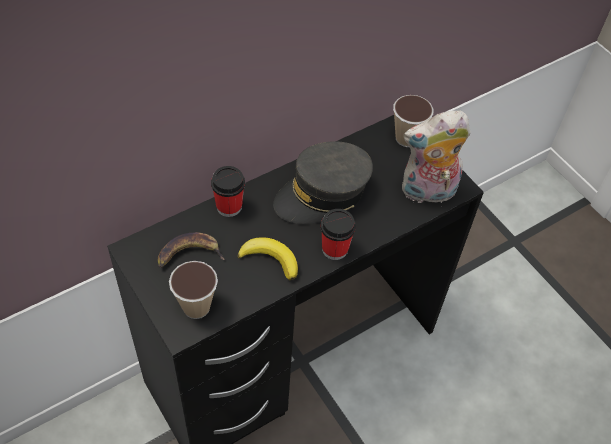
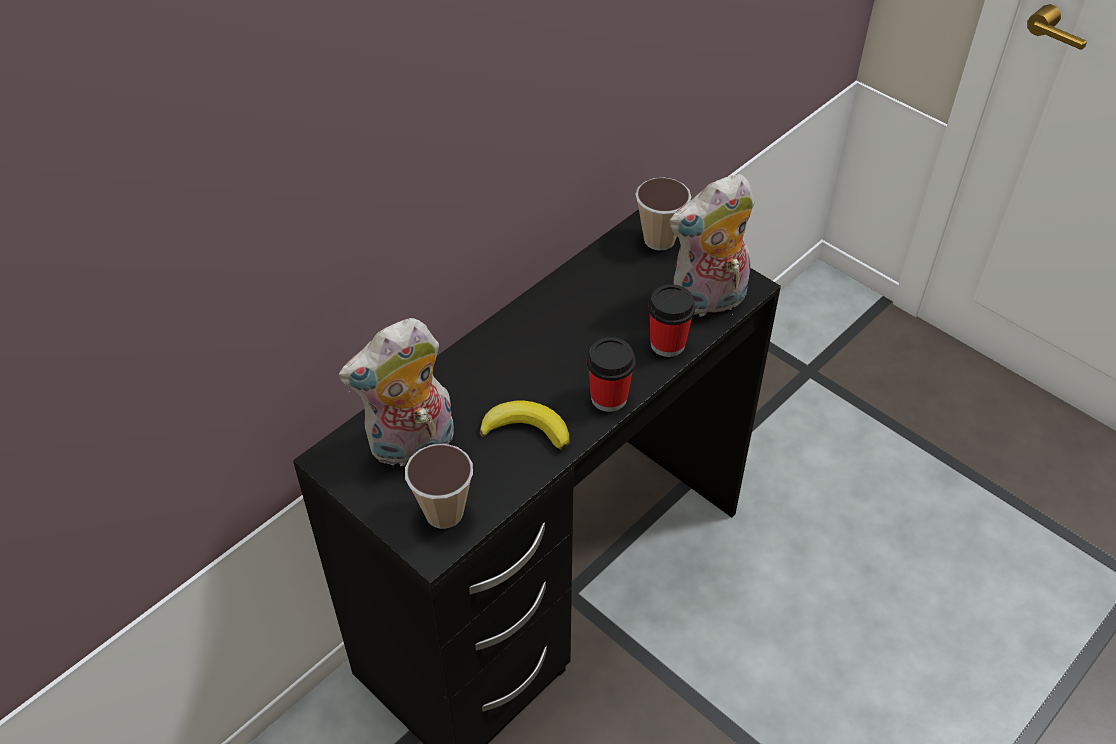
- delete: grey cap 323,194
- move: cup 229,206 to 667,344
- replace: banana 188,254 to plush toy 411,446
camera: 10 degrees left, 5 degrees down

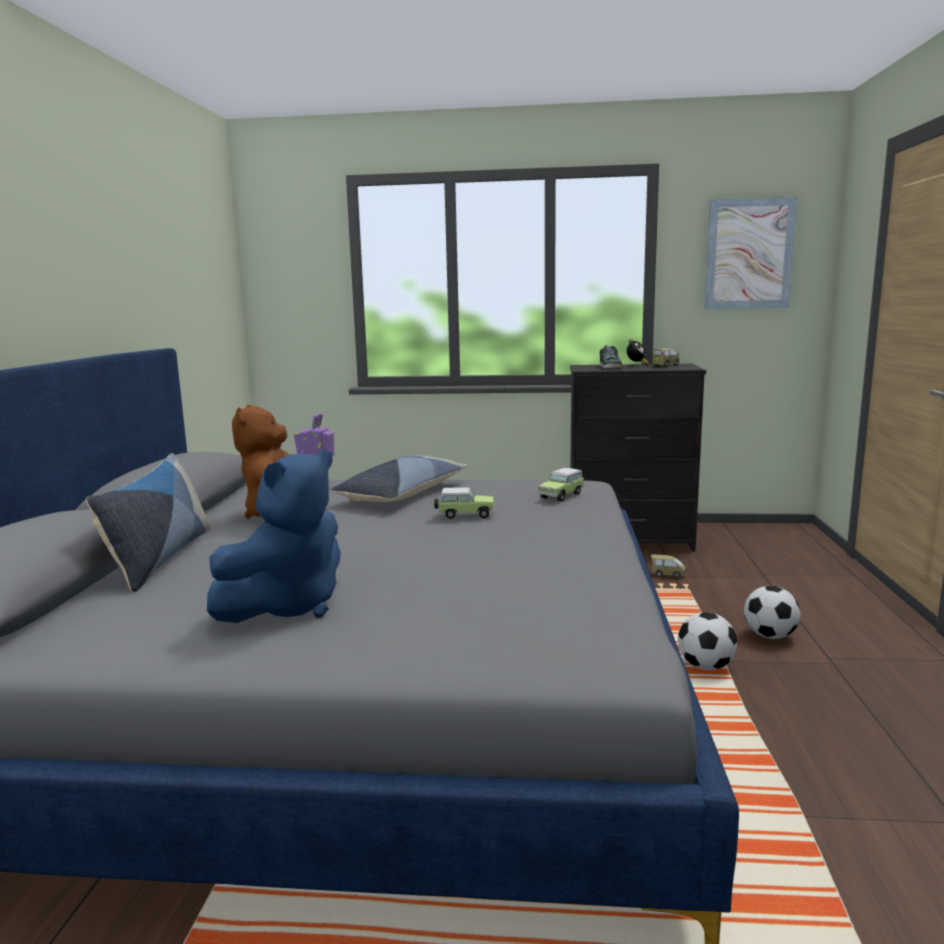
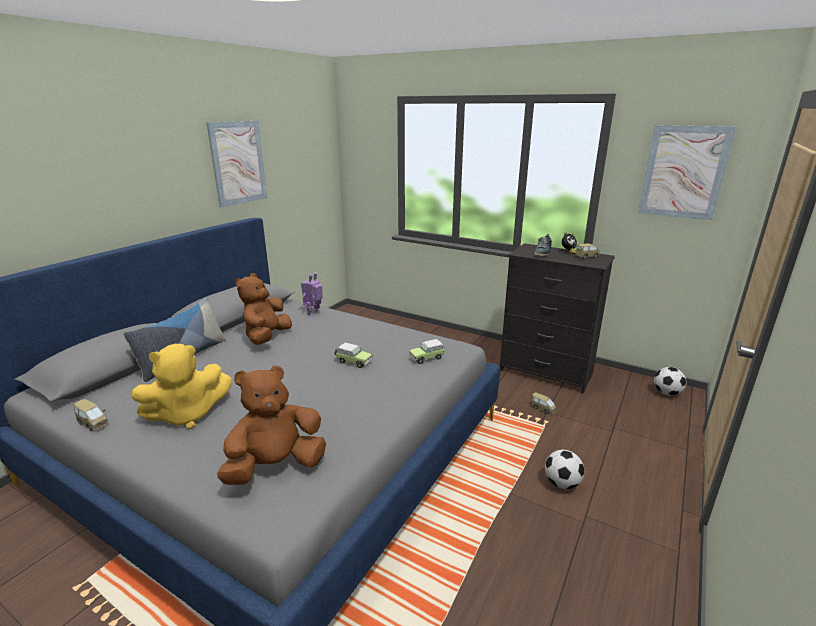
- delete: pillow 402,494
- insert: toy car 93,423
- insert: picture 238,163
- insert: brown plush toy 276,466
- move: football 705,666 to 667,393
- recolor: blue plush toy 288,606 to yellow plush toy 187,415
camera: 25 degrees right, 10 degrees up

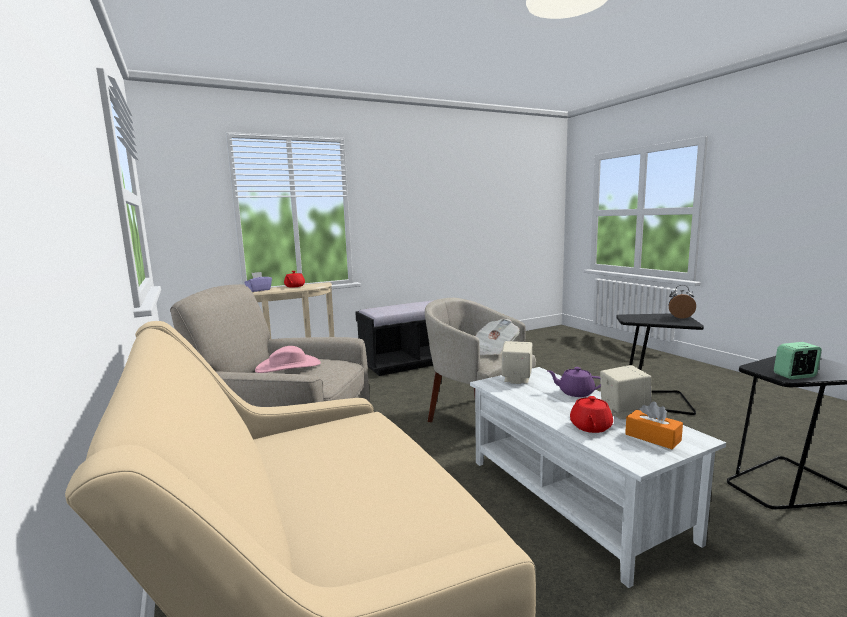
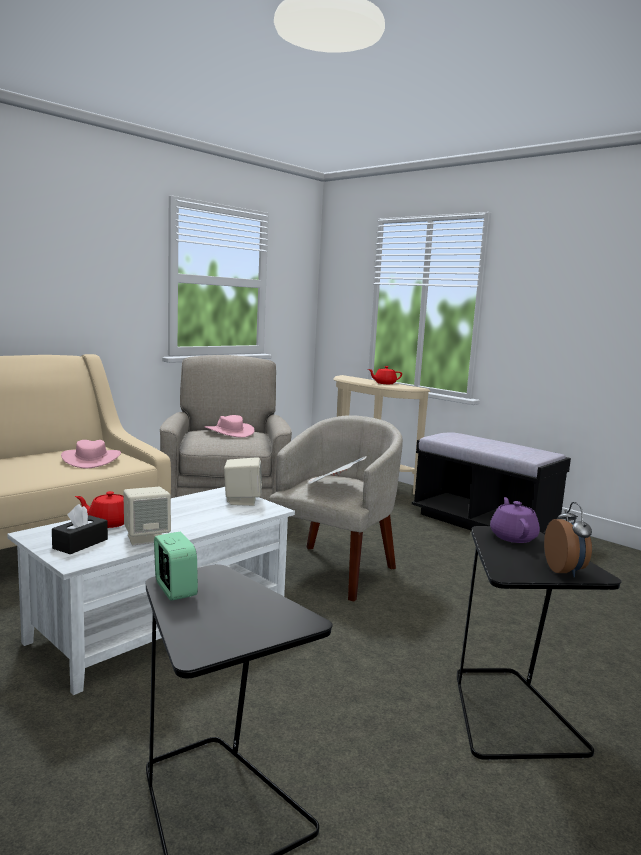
- delete: purple tissue box 259,290
- insert: pink hat 91,459
- move: purple teapot 575,392 to 513,537
- recolor: orange tissue box 652,437 to black tissue box 80,544
camera: 70 degrees right, 0 degrees up

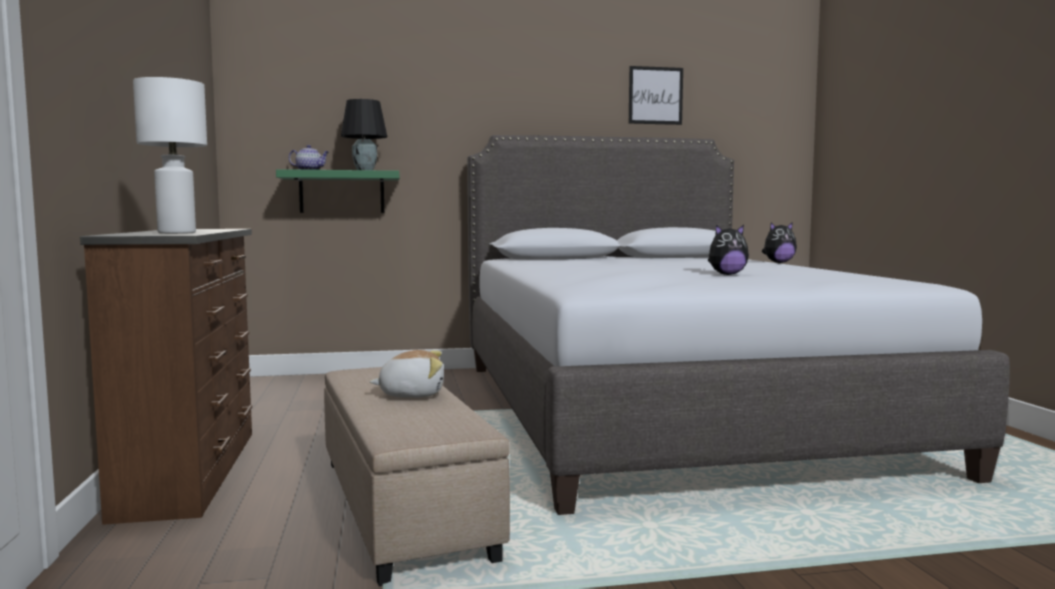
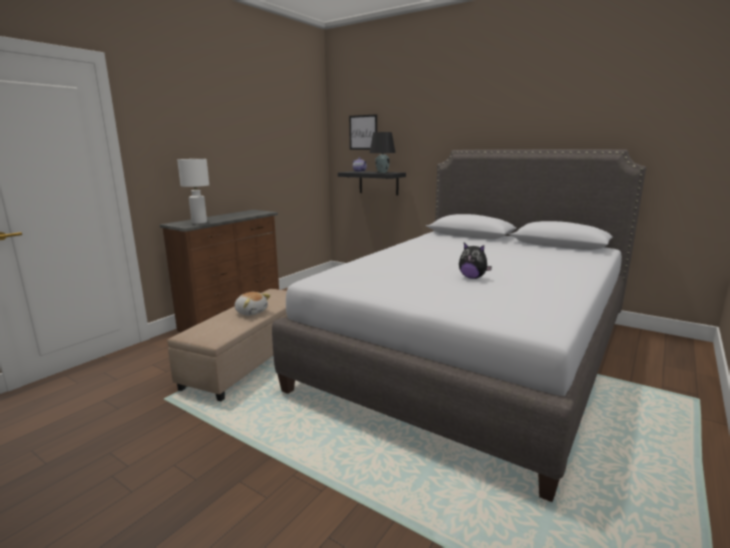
- delete: plush toy 778,262
- move: picture 655,95 to 363,132
- recolor: green shelf 342,192 to black shelf 378,183
camera: 45 degrees right, 10 degrees up

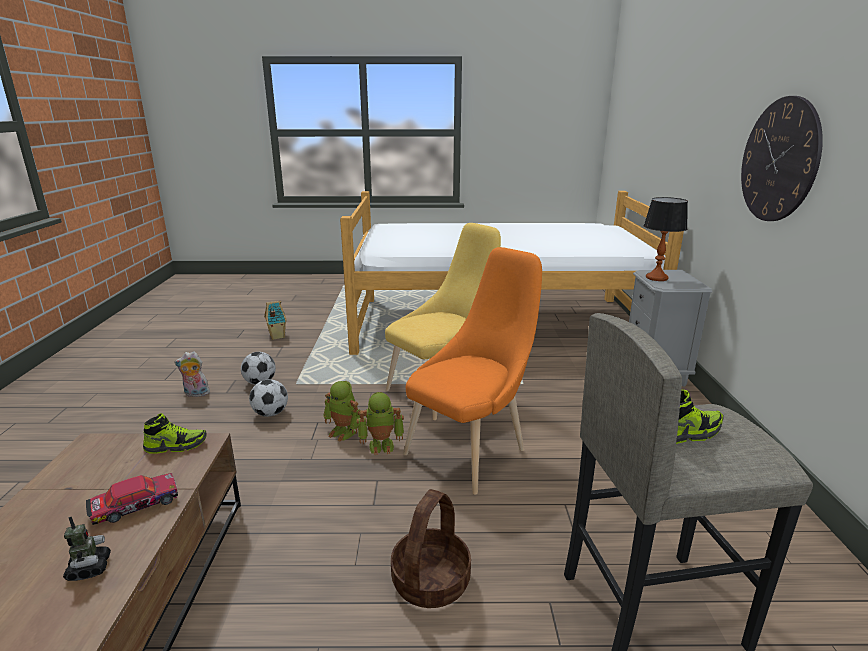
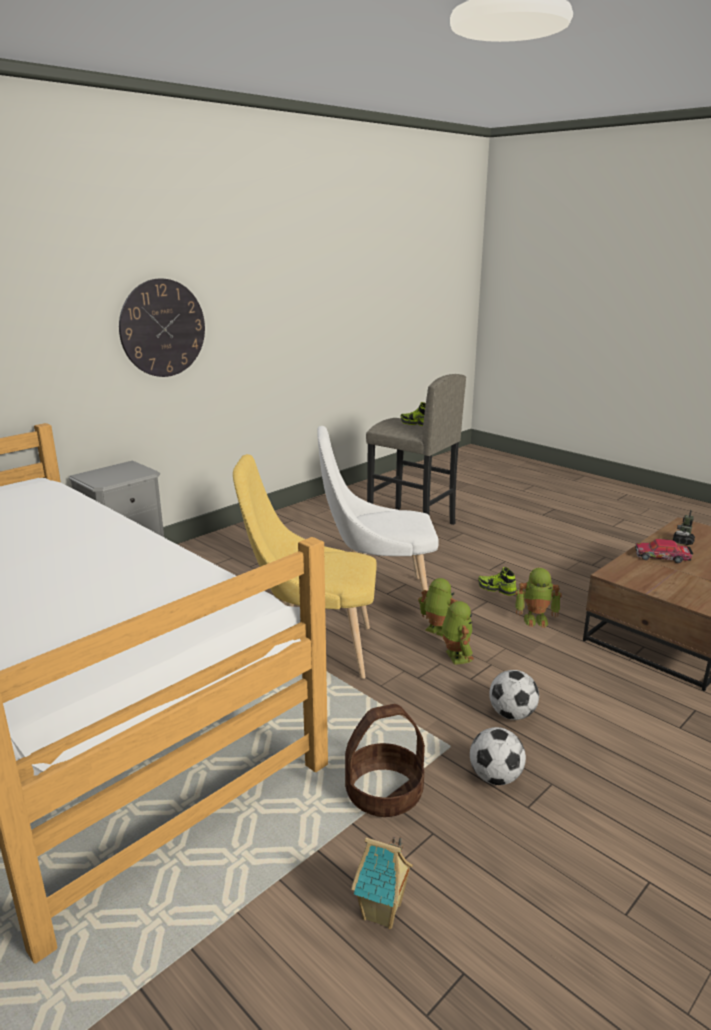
- delete: plush toy 196,394
- delete: table lamp 657,278
- insert: toy robot 536,619
- move: shoe 176,446 to 497,589
- move: basket 431,581 to 384,792
- recolor: orange chair 471,449 to white chair 378,598
camera: 135 degrees left, 0 degrees up

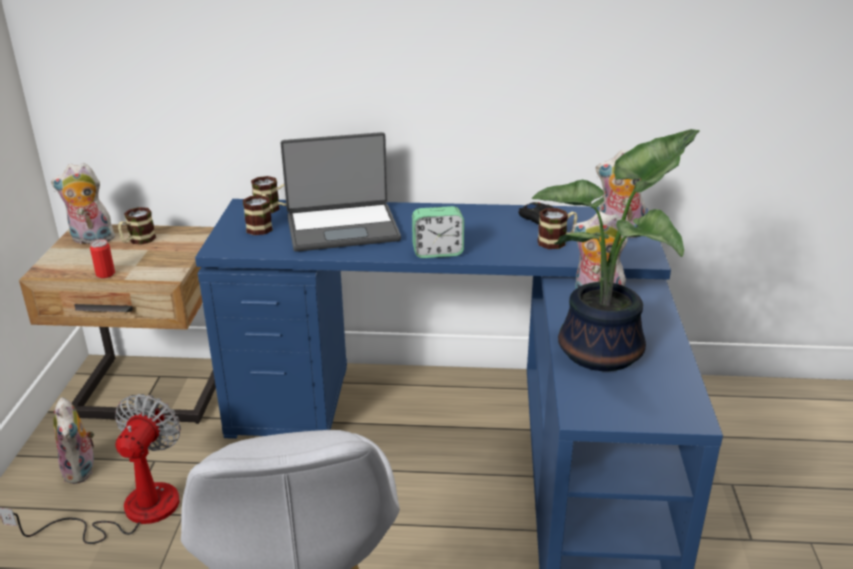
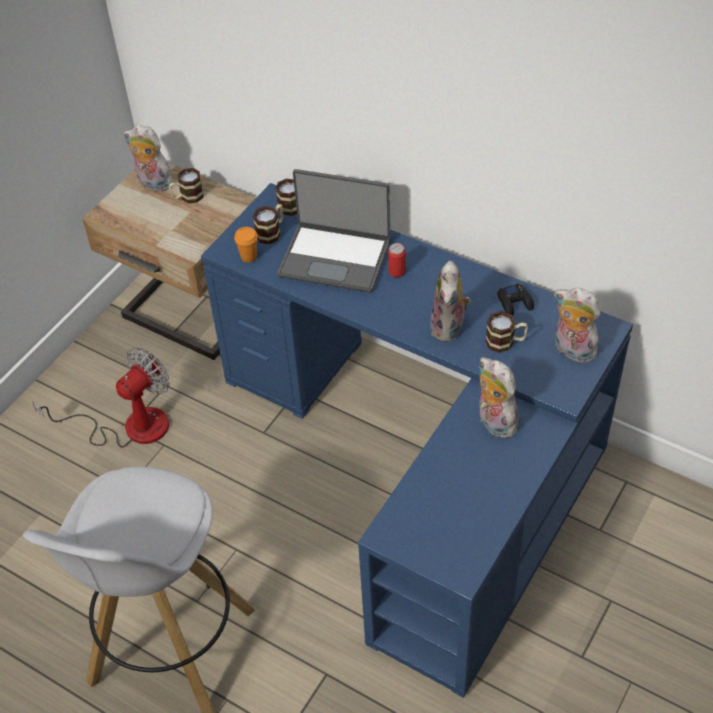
- delete: alarm clock 437,252
- delete: potted plant 606,352
- insert: orange cup 248,257
- move: plush toy 82,470 to 449,328
- move: can 105,274 to 397,271
camera: 30 degrees right, 20 degrees up

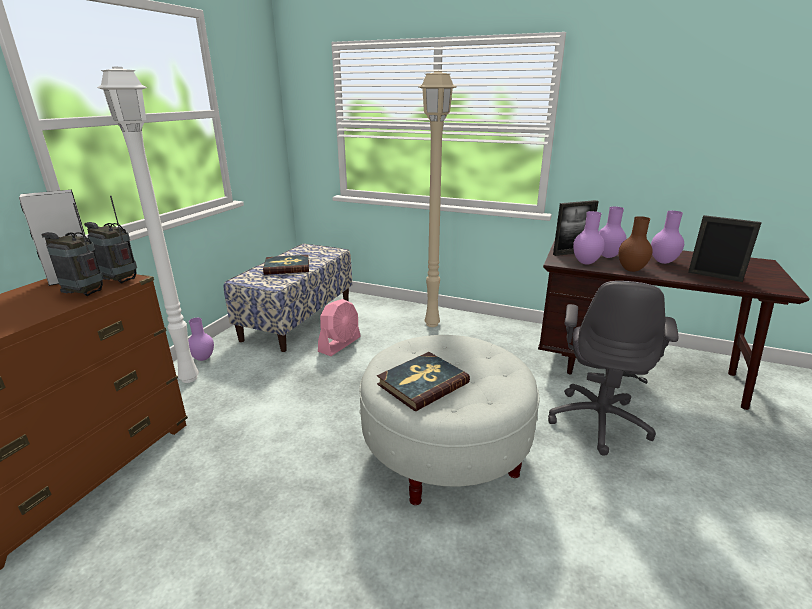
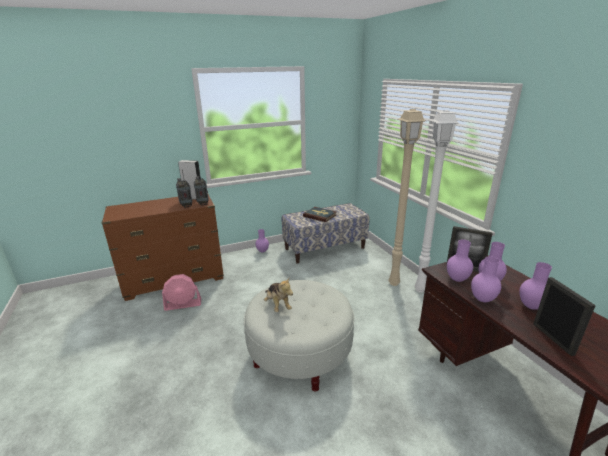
- delete: grey office chair 599,421
- move: white floor lamp 190,377 to 420,289
- move: pink fan 340,344 to 183,304
- replace: book 422,383 to plush toy 277,305
- recolor: brown vase 631,270 to purple vase 483,299
camera: 45 degrees right, 0 degrees up

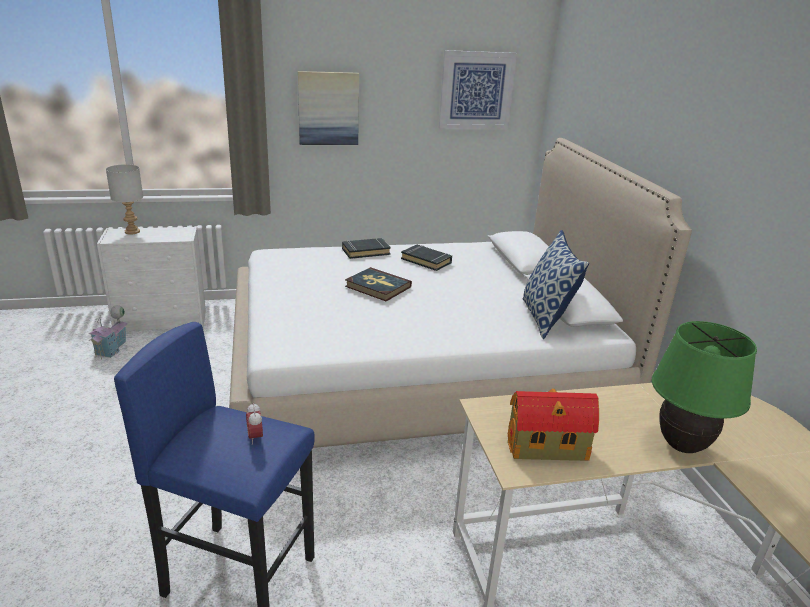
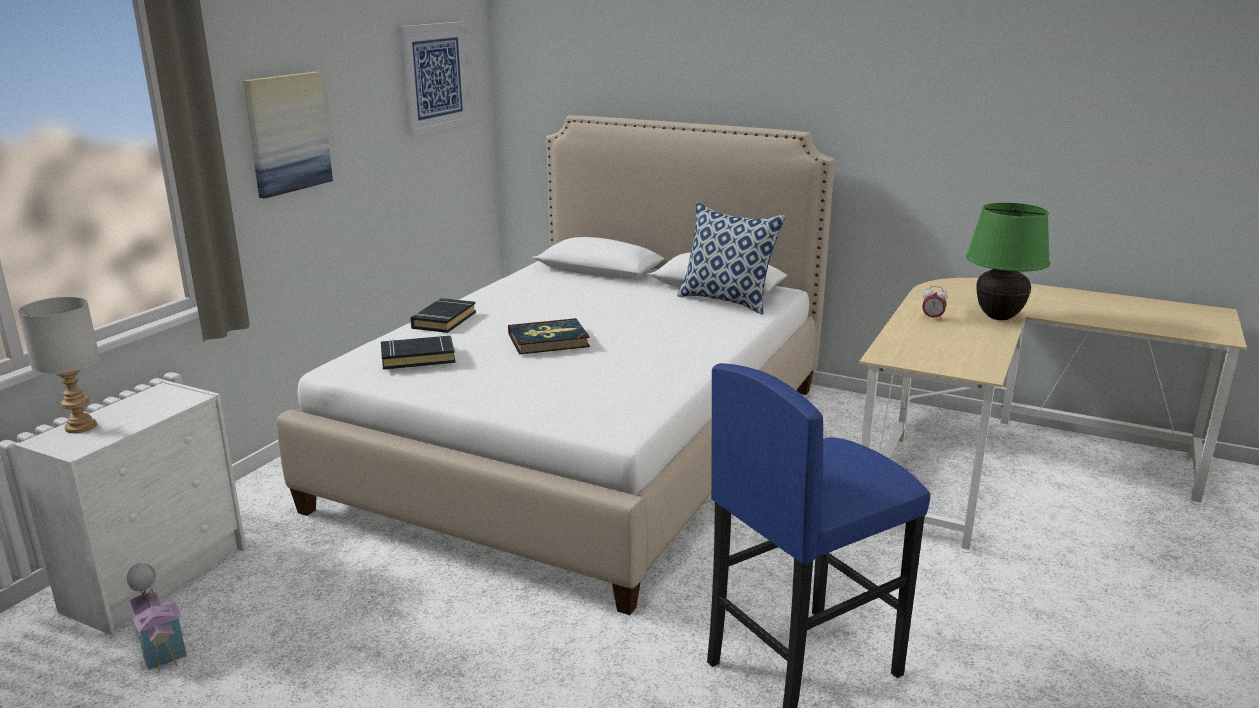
- delete: toy house 549,448
- move: alarm clock 255,437 to 932,318
- move: black book 426,261 to 418,358
camera: 50 degrees left, 5 degrees down

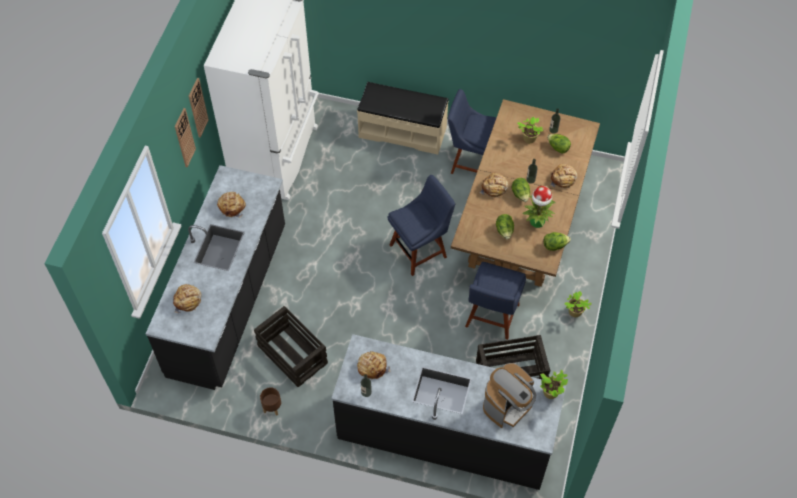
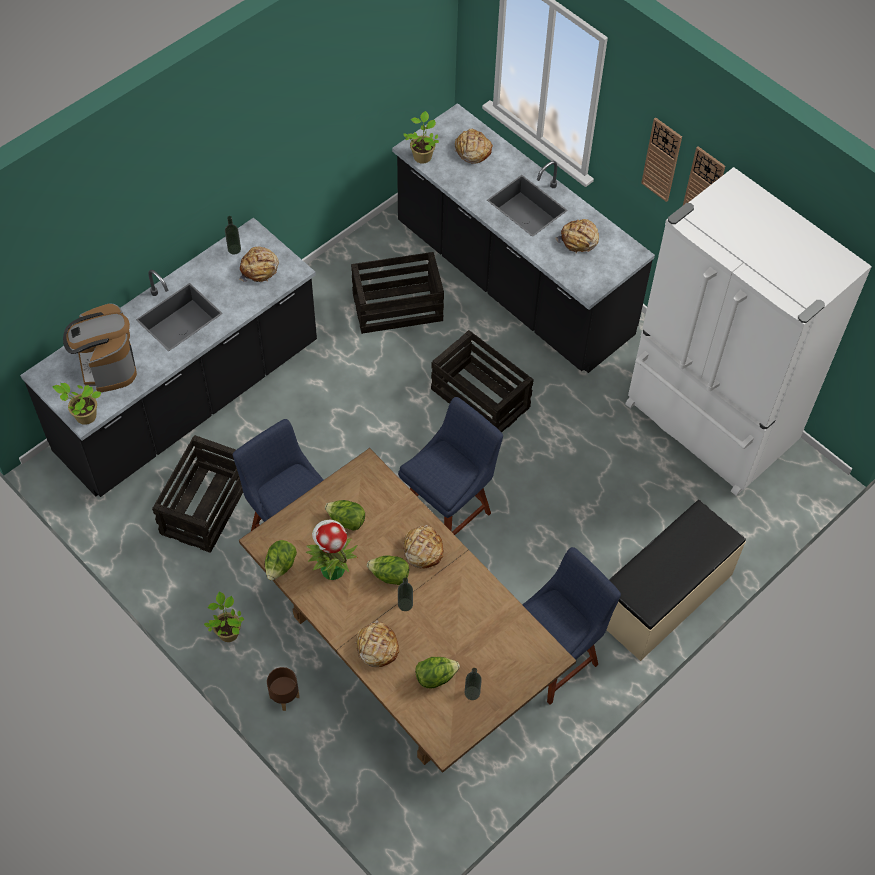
- insert: crate 481,399
- move: brown planter 272,407 to 285,696
- move: potted plant 528,139 to 422,156
- rotate: blue chair 420,249 = 449,509 135 degrees counterclockwise
camera: 120 degrees right, 0 degrees up

